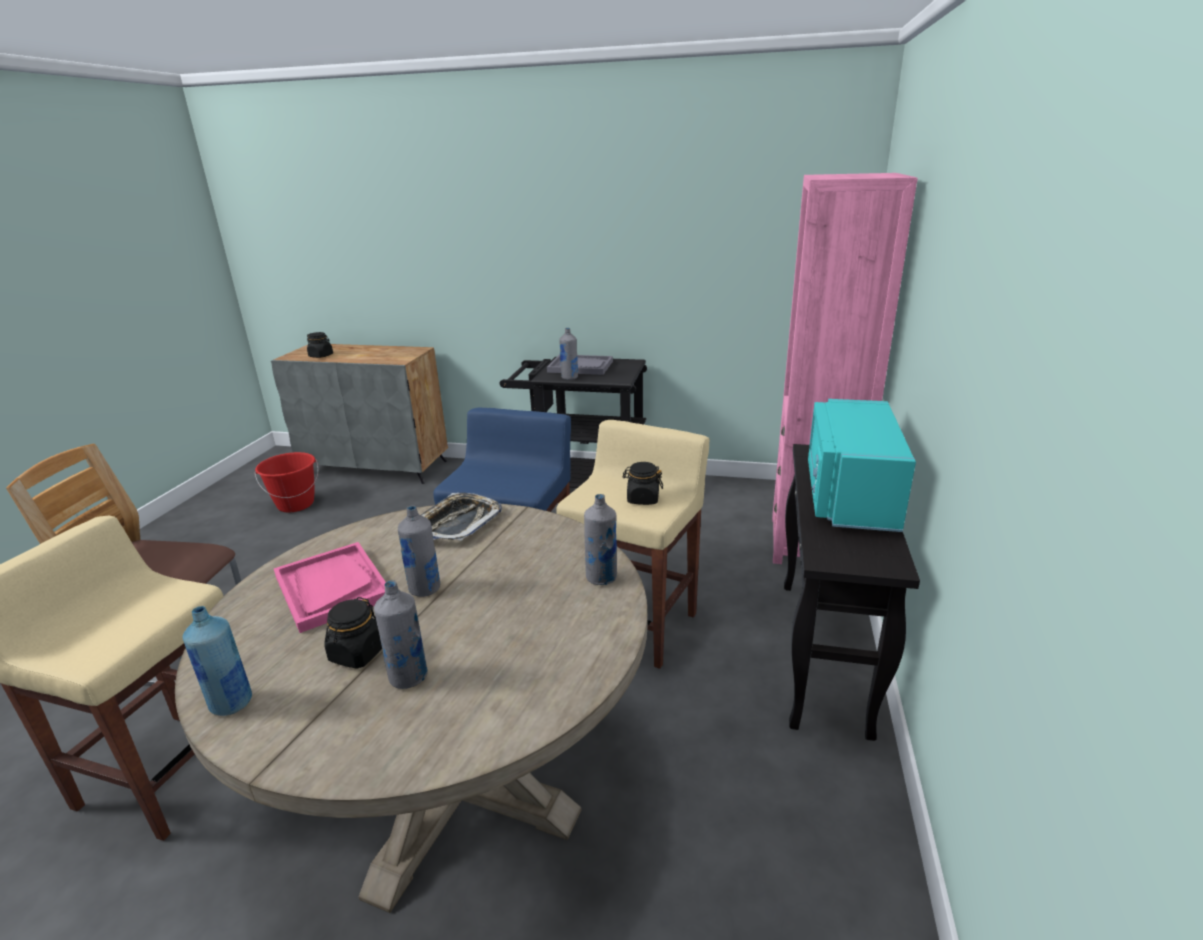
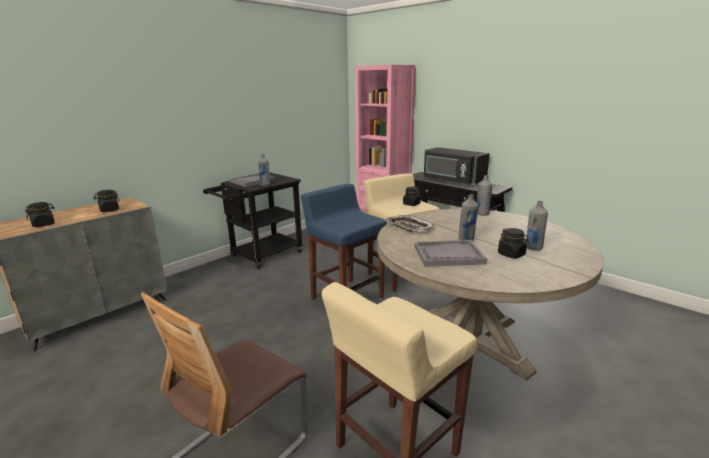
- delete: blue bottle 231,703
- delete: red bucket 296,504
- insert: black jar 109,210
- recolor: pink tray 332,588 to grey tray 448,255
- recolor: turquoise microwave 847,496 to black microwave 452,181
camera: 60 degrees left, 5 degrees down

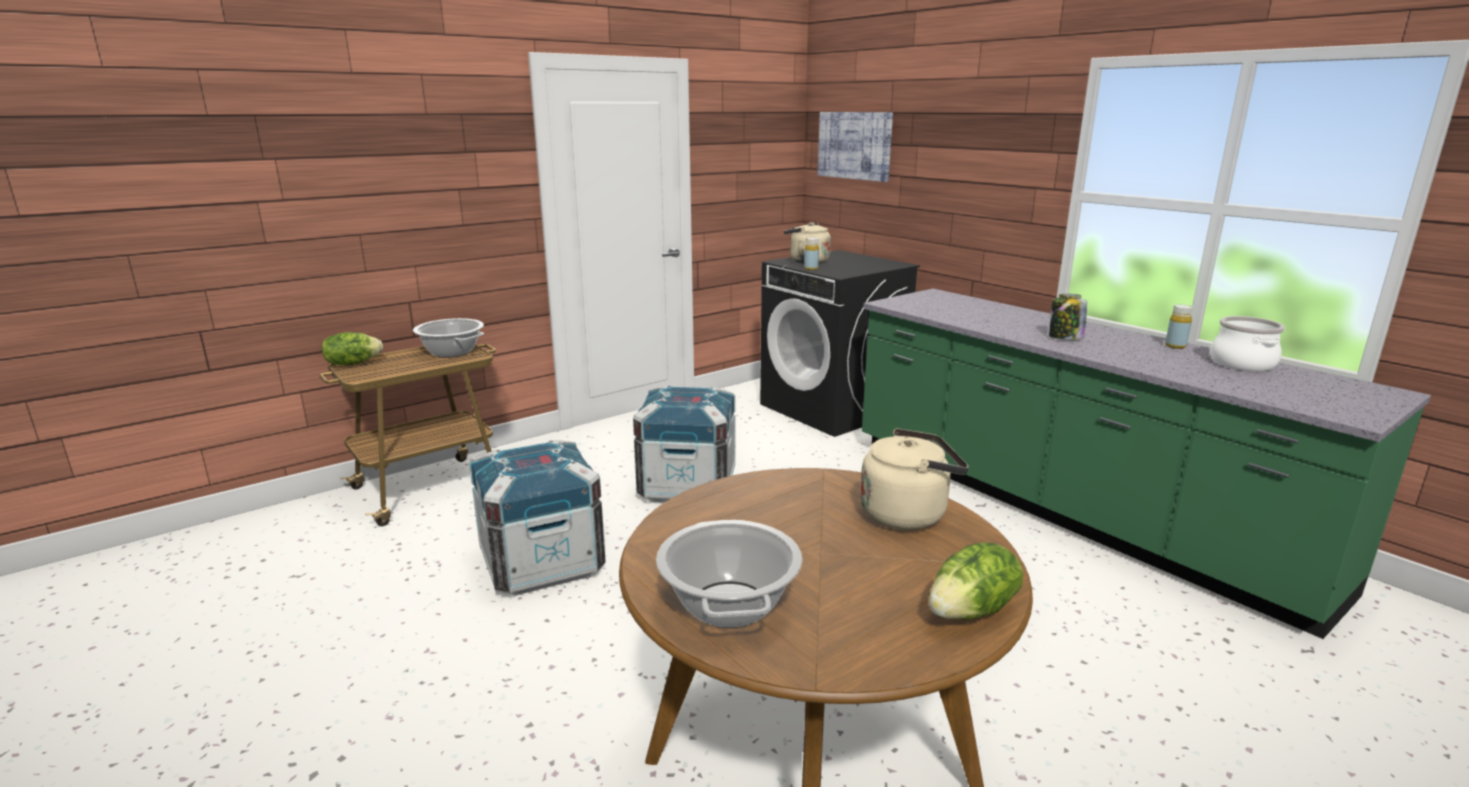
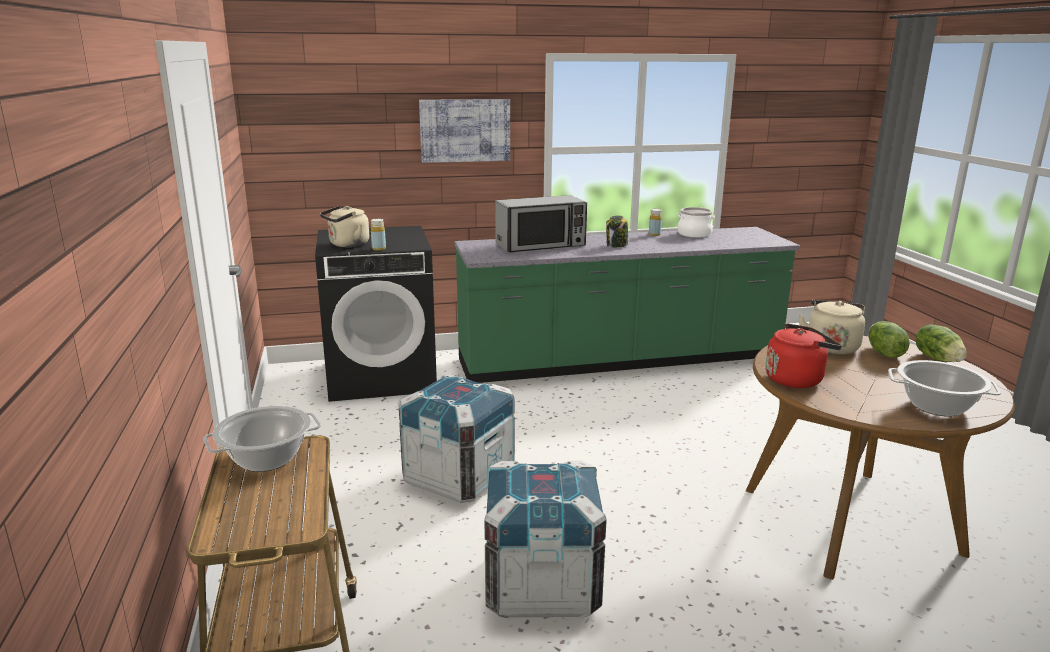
- insert: microwave 541,245
- insert: red kettle 796,379
- move: lettuce 353,363 to 883,353
- move: picture 854,145 to 465,130
camera: 65 degrees left, 0 degrees up

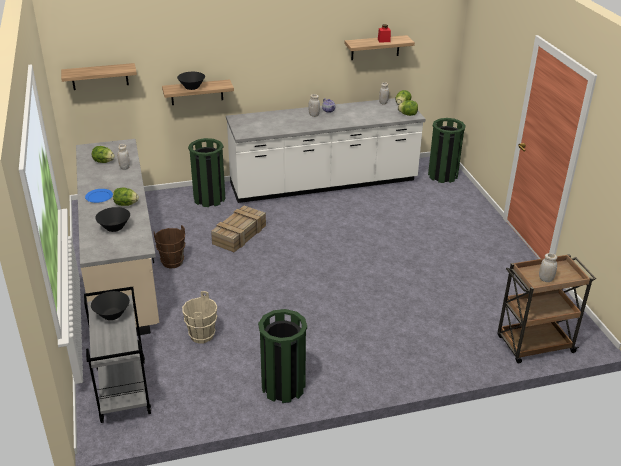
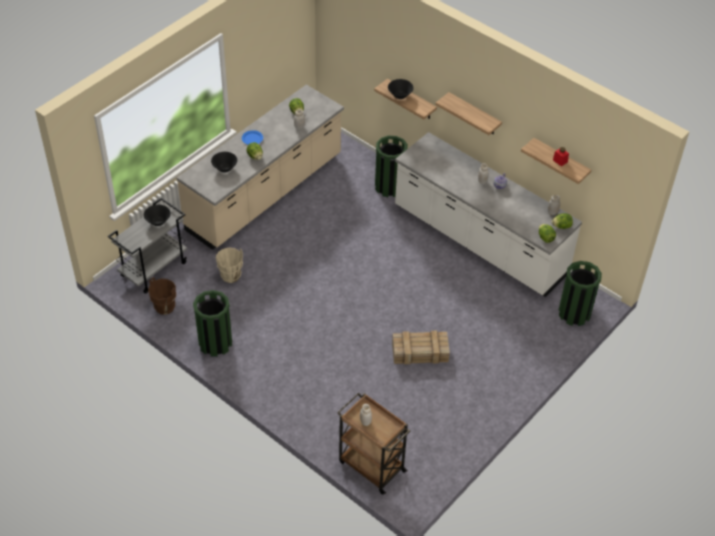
- move: shelf 99,76 to 474,114
- move: brown bucket 172,262 to 164,307
- move: crate 239,235 to 419,352
camera: 55 degrees right, 15 degrees up

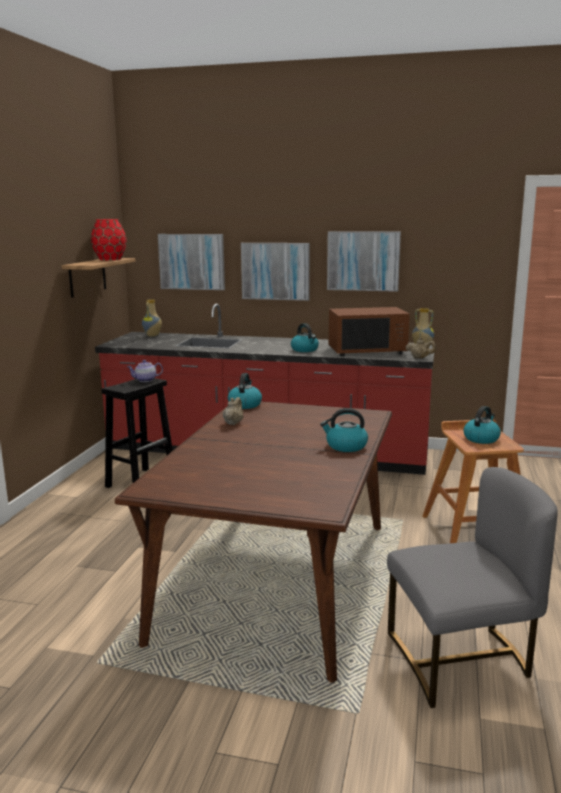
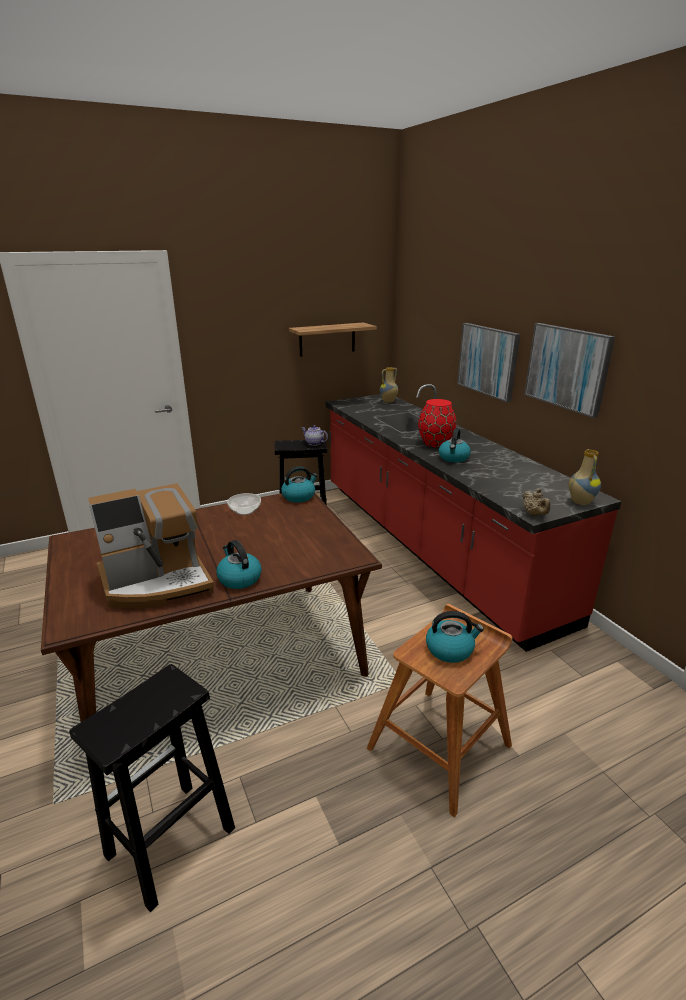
- delete: picture 192,261
- delete: brown microwave 367,351
- insert: coffee machine 157,582
- move: red vase 109,259 to 435,443
- replace: beige teapot 233,423 to bowl 245,510
- replace: grey chair 461,660 to black stool 169,843
camera: 50 degrees right, 10 degrees up

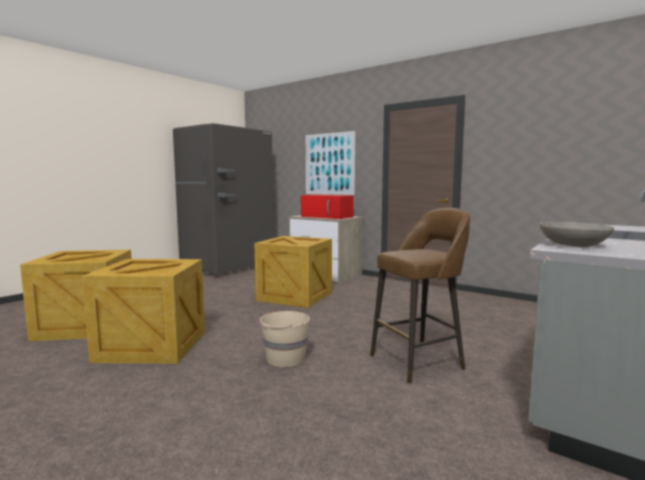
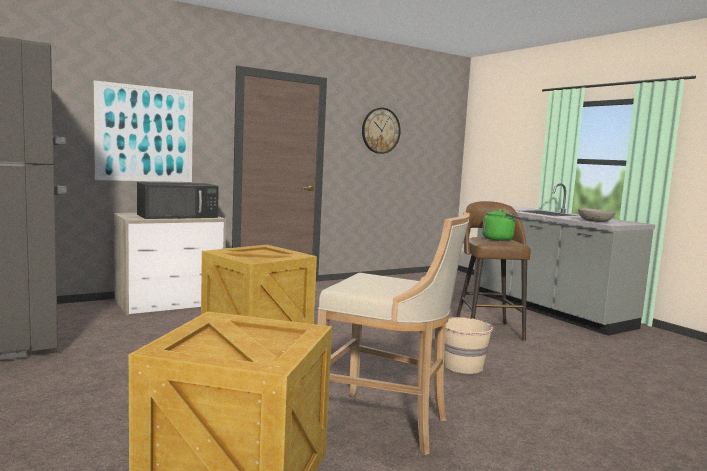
- insert: wall clock 380,130
- insert: green kettle 499,239
- replace: crate 150,346 to beige stool 387,425
- recolor: red microwave 327,217 to black microwave 178,216
camera: 70 degrees left, 0 degrees up

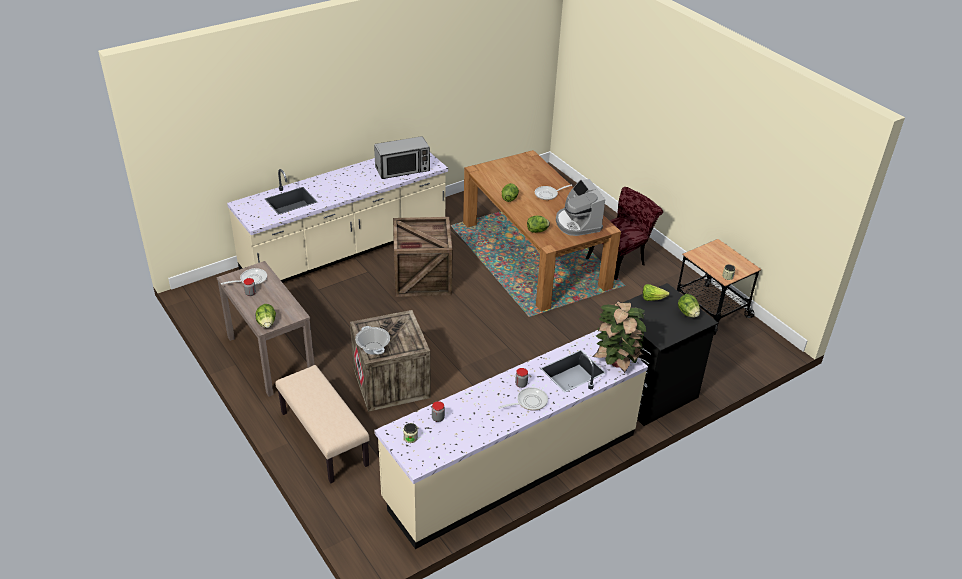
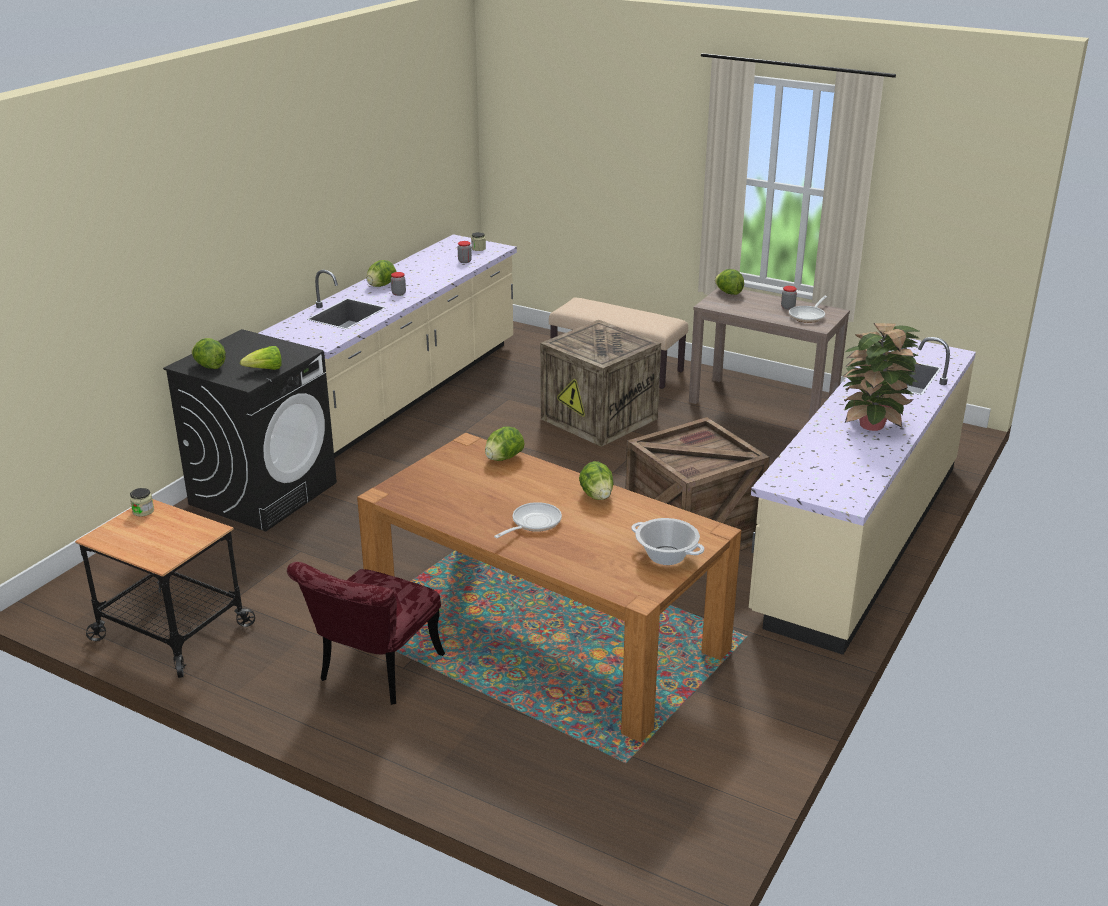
- delete: microwave 403,169
- delete: coffee machine 577,223
- move: cooking pot 373,348 to 666,556
- move: potted plant 617,360 to 874,426
- replace: frying pan 529,402 to lettuce 381,285
camera: 155 degrees right, 10 degrees down

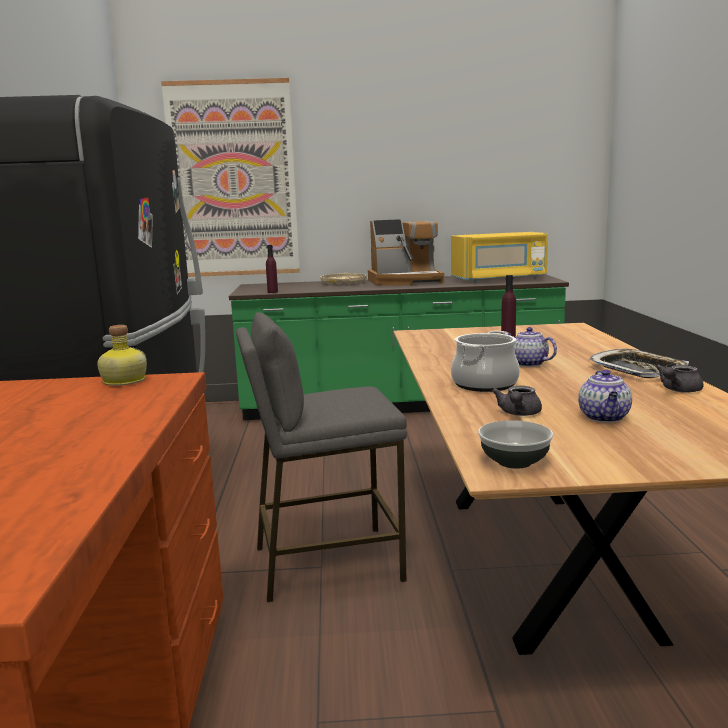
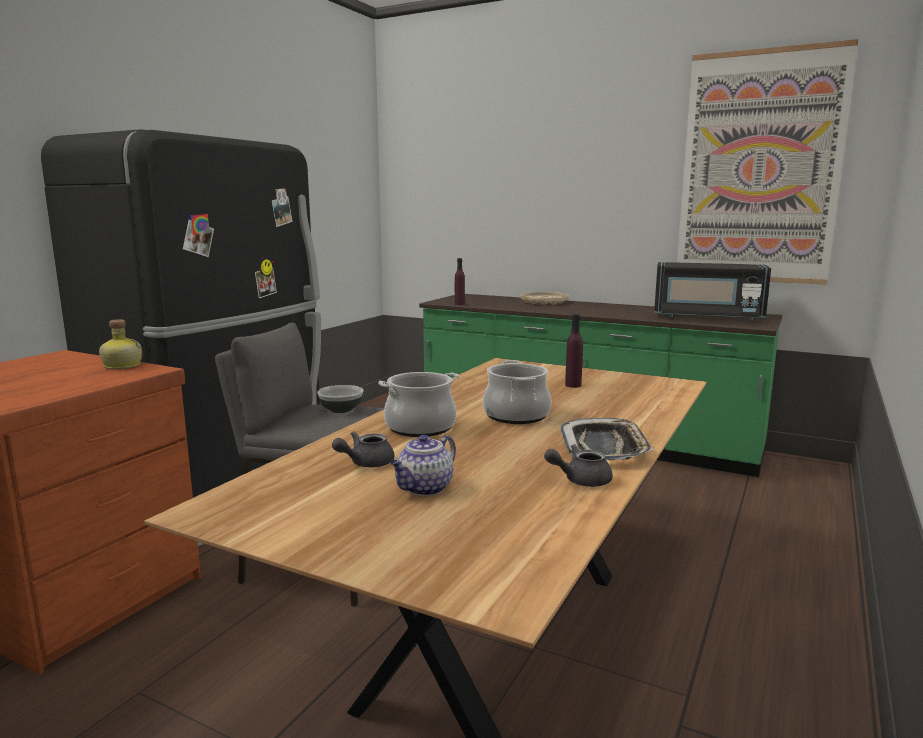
- delete: coffee machine 405,281
- move: picture 233,180 to 759,169
- move: bowl 514,461 to 341,409
- replace: teapot 527,363 to cooking pot 516,415
- recolor: yellow microwave 499,279 to black microwave 707,317
camera: 30 degrees right, 0 degrees up

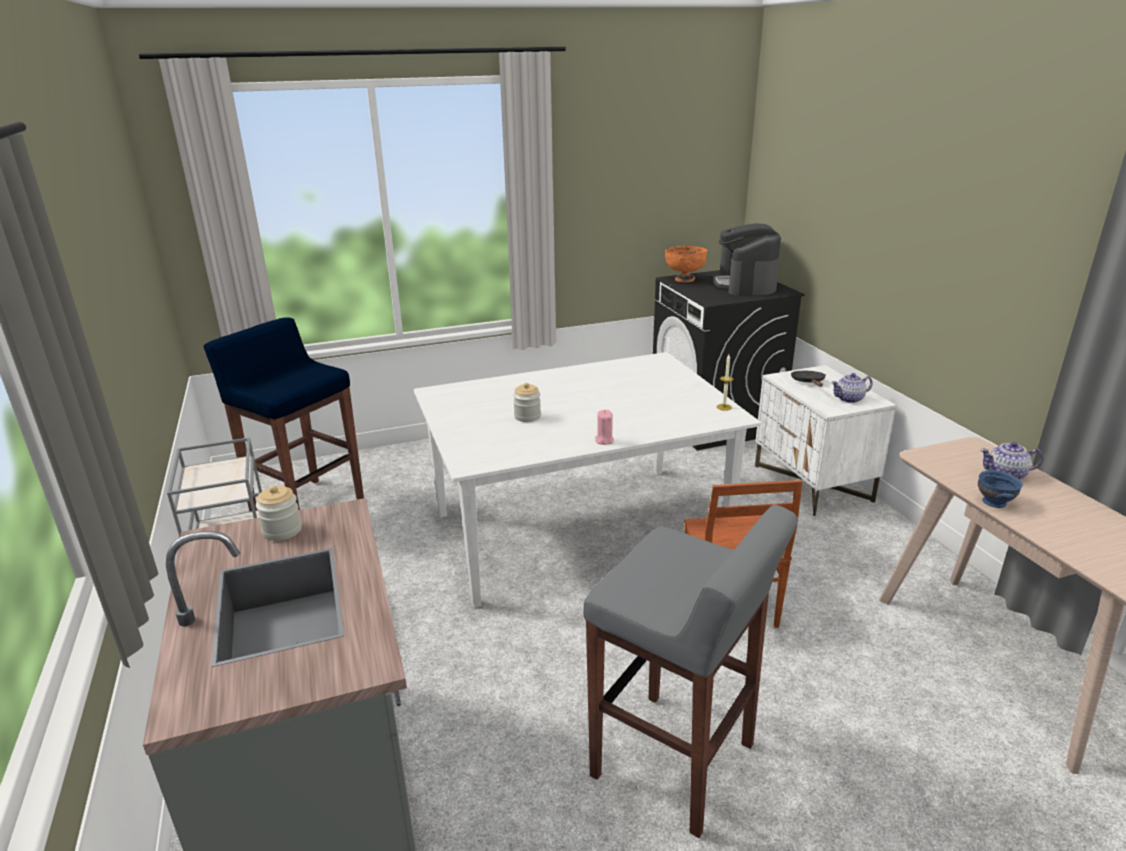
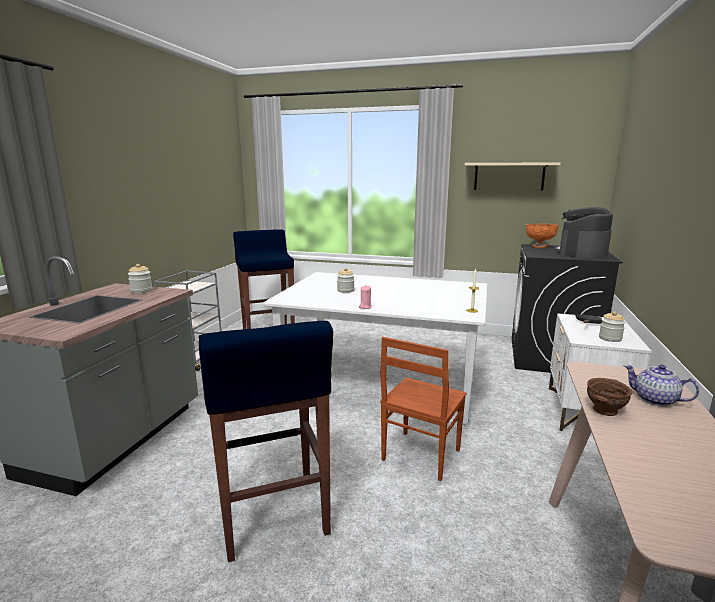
- insert: beige shelf 509,176
- replace: teapot 849,399 to jar 610,338
- recolor: grey stool 675,762 to blue stool 273,516
- recolor: blue bowl 994,502 to brown bowl 604,410
camera: 35 degrees right, 10 degrees down

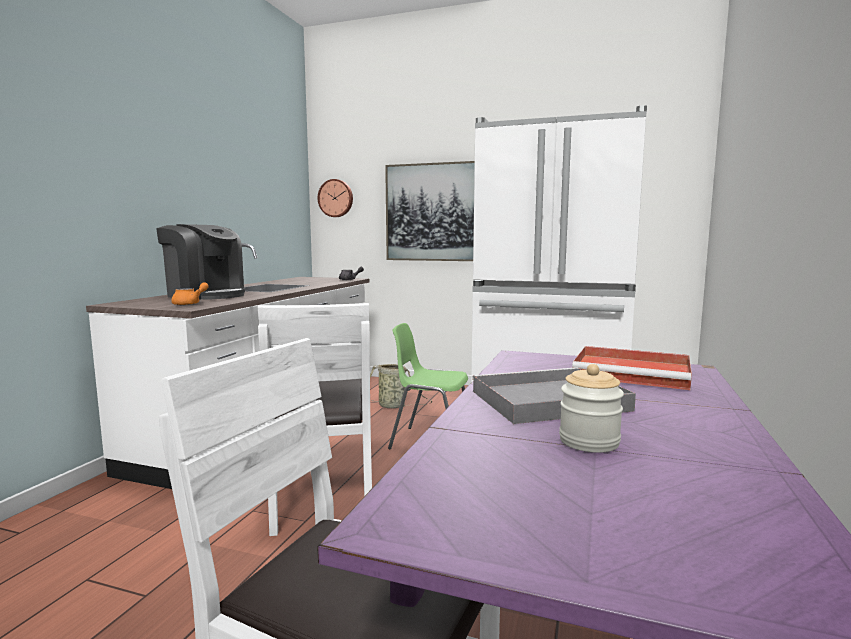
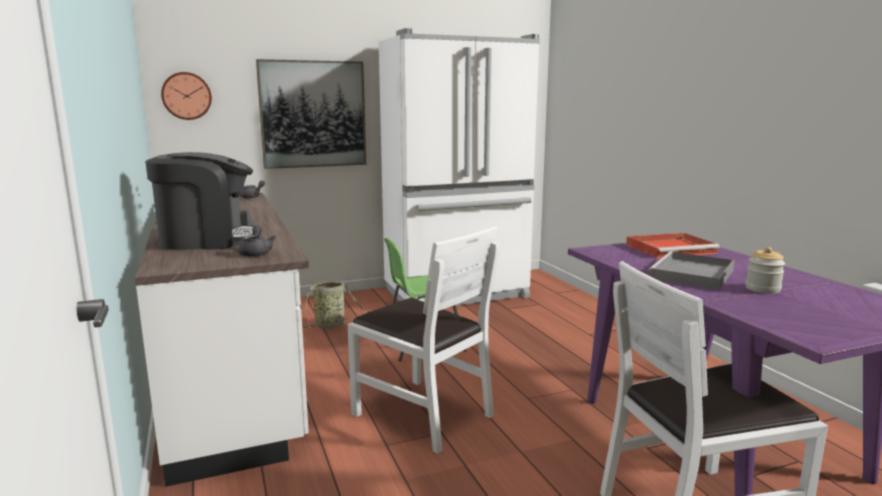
- recolor: orange teapot 190,304 to grey teapot 256,253
camera: 40 degrees left, 5 degrees up

